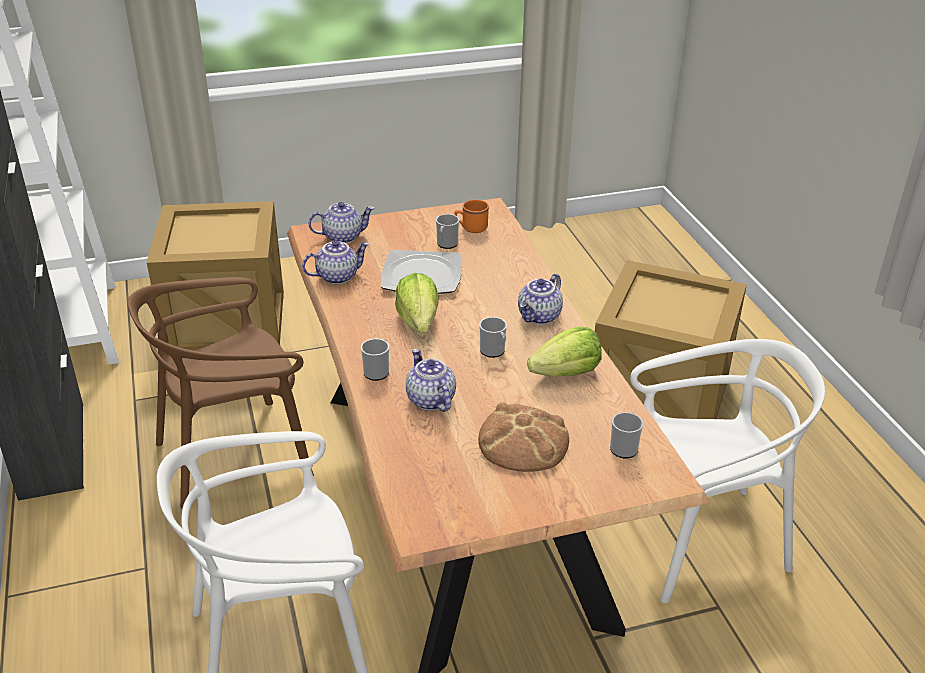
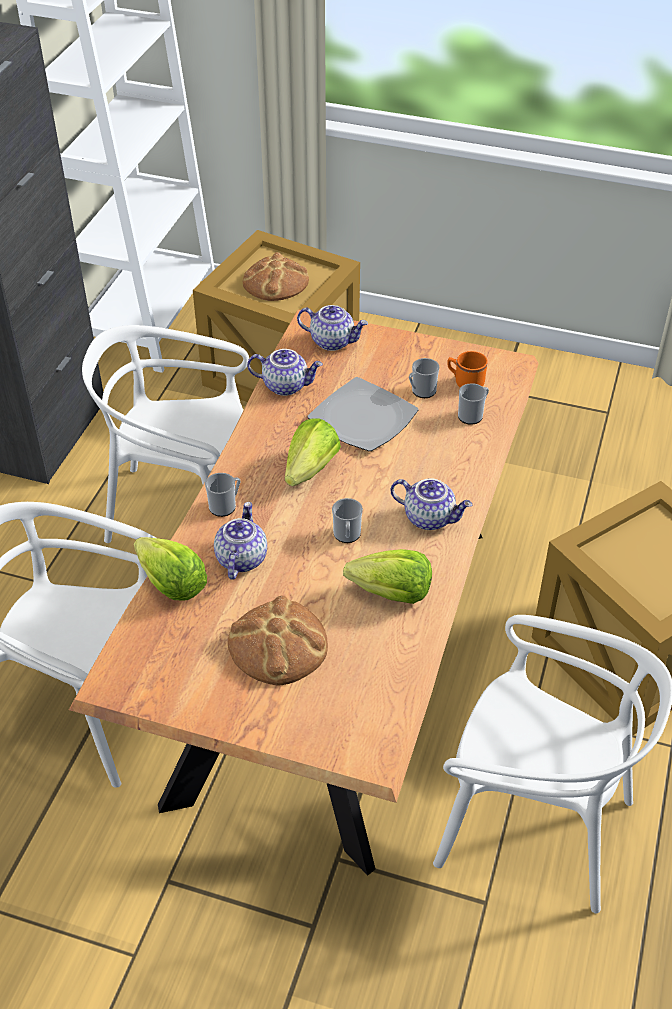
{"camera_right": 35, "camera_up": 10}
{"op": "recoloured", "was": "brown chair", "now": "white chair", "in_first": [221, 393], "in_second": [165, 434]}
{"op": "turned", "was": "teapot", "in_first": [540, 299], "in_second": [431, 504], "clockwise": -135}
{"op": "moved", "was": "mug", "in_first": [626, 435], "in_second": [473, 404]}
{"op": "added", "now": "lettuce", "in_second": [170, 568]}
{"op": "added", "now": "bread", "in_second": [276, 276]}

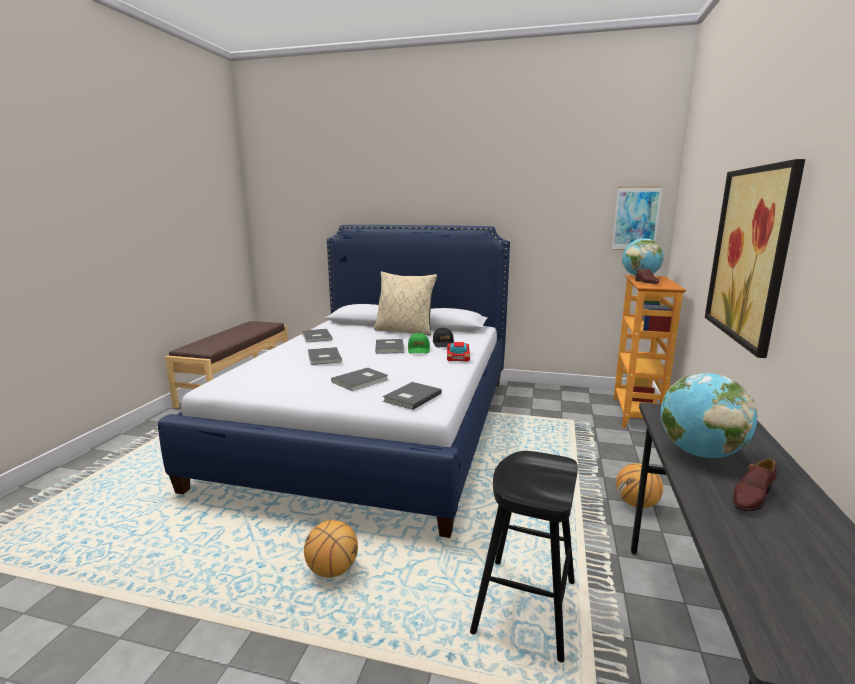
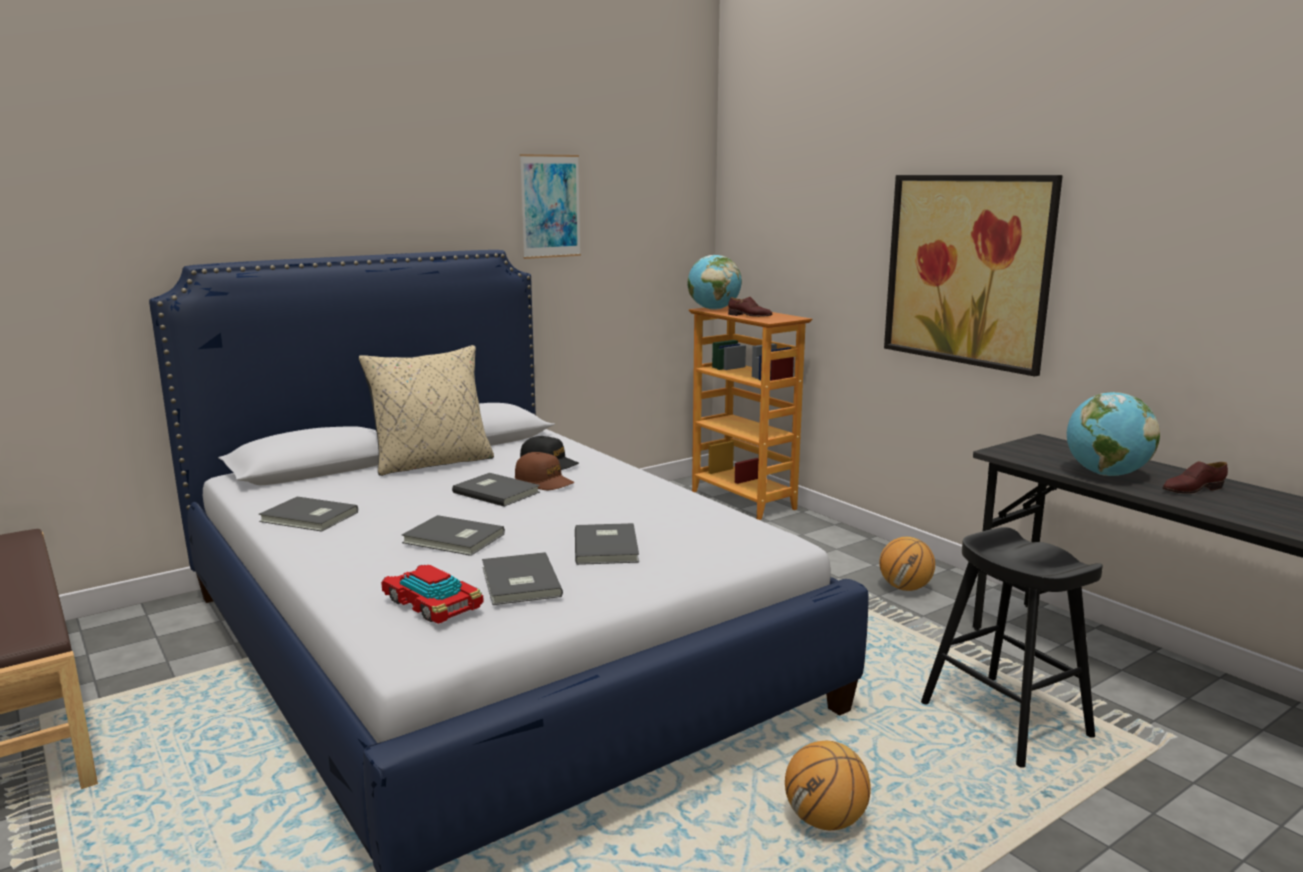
{"camera_right": -50, "camera_up": 0}
{"op": "moved", "was": "grey book", "in_first": [412, 396], "in_second": [522, 578]}
{"op": "recoloured", "was": "green cap", "now": "brown cap", "in_first": [419, 343], "in_second": [544, 471]}
{"op": "moved", "was": "toy car", "in_first": [458, 352], "in_second": [432, 594]}
{"op": "moved", "was": "picture", "in_first": [637, 218], "in_second": [550, 206]}
{"op": "turned", "was": "brown shoe", "in_first": [755, 485], "in_second": [1195, 477], "clockwise": 75}

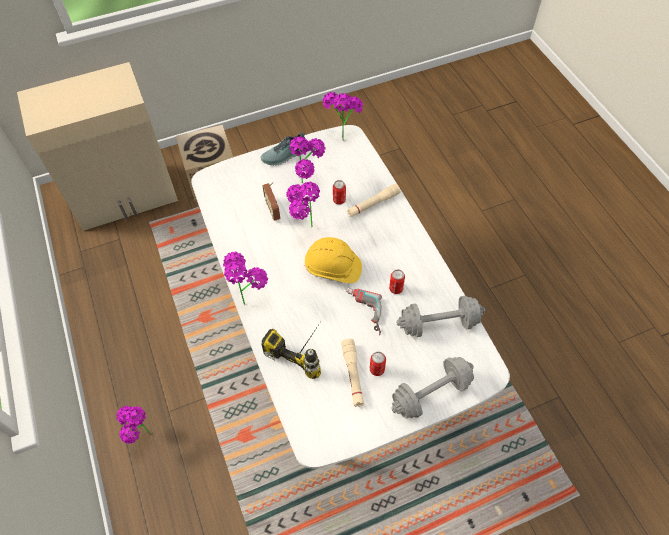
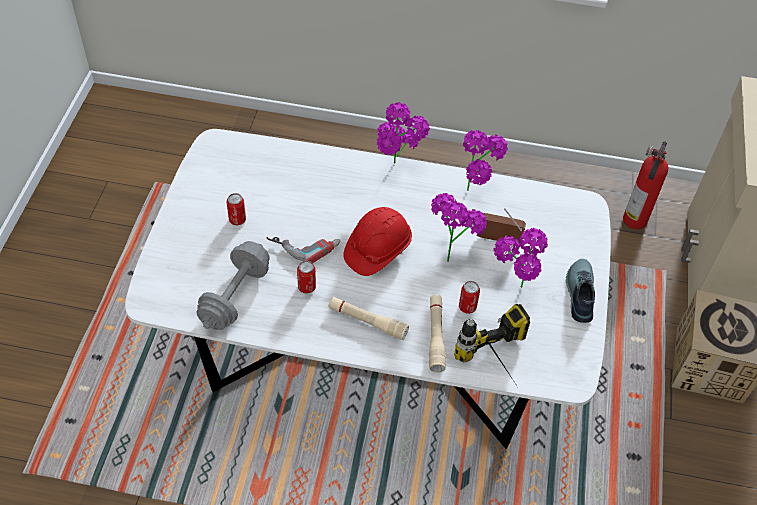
{"camera_right": 120, "camera_up": -5}
{"op": "moved", "was": "power drill", "in_first": [291, 351], "in_second": [492, 345]}
{"op": "recoloured", "was": "yellow hard hat", "now": "red hard hat", "in_first": [333, 260], "in_second": [377, 241]}
{"op": "moved", "was": "potted plant", "in_first": [342, 116], "in_second": [485, 160]}
{"op": "moved", "was": "beige flashlight", "in_first": [352, 373], "in_second": [368, 318]}
{"op": "removed", "was": "grey dumbbell", "in_first": [432, 388]}
{"op": "added", "now": "fire extinguisher", "in_second": [645, 185]}

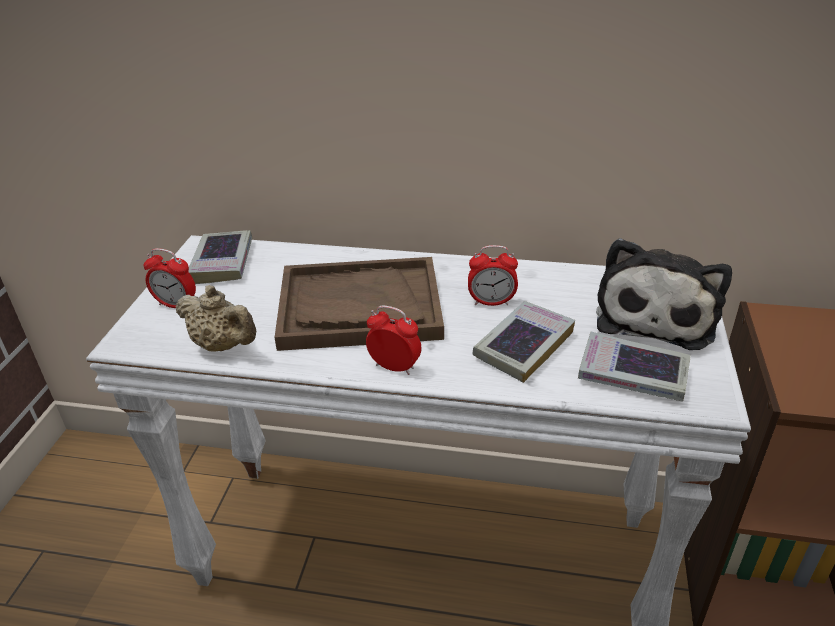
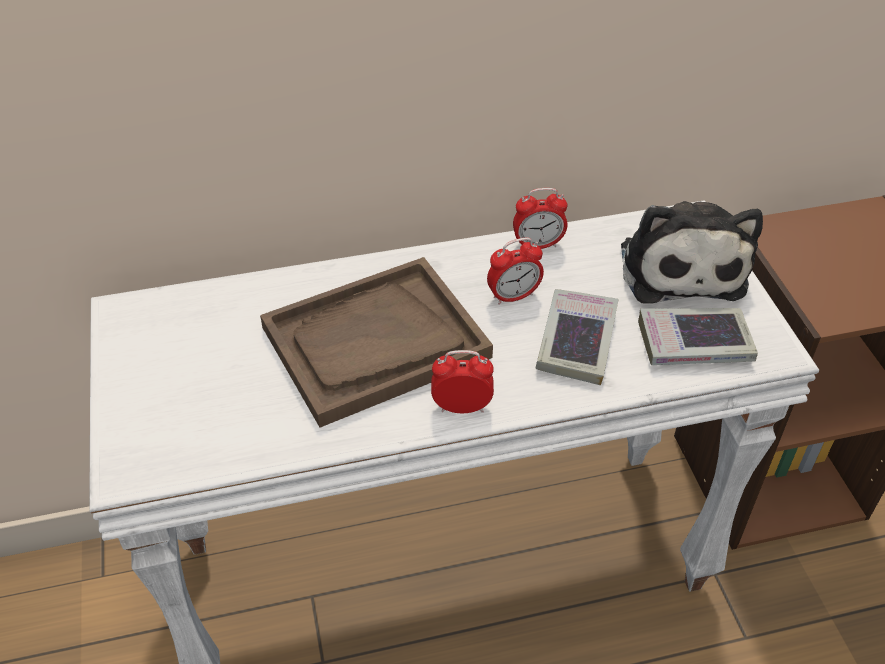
{"camera_right": -25, "camera_up": 10}
{"op": "moved", "was": "alarm clock", "in_first": [169, 278], "in_second": [540, 218]}
{"op": "removed", "was": "beige teapot", "in_first": [216, 318]}
{"op": "removed", "was": "book", "in_first": [220, 257]}

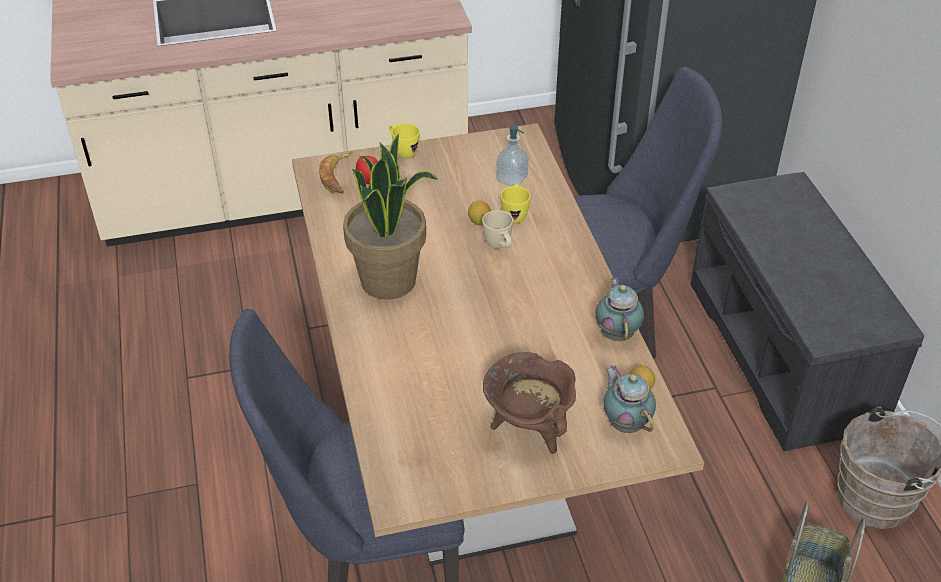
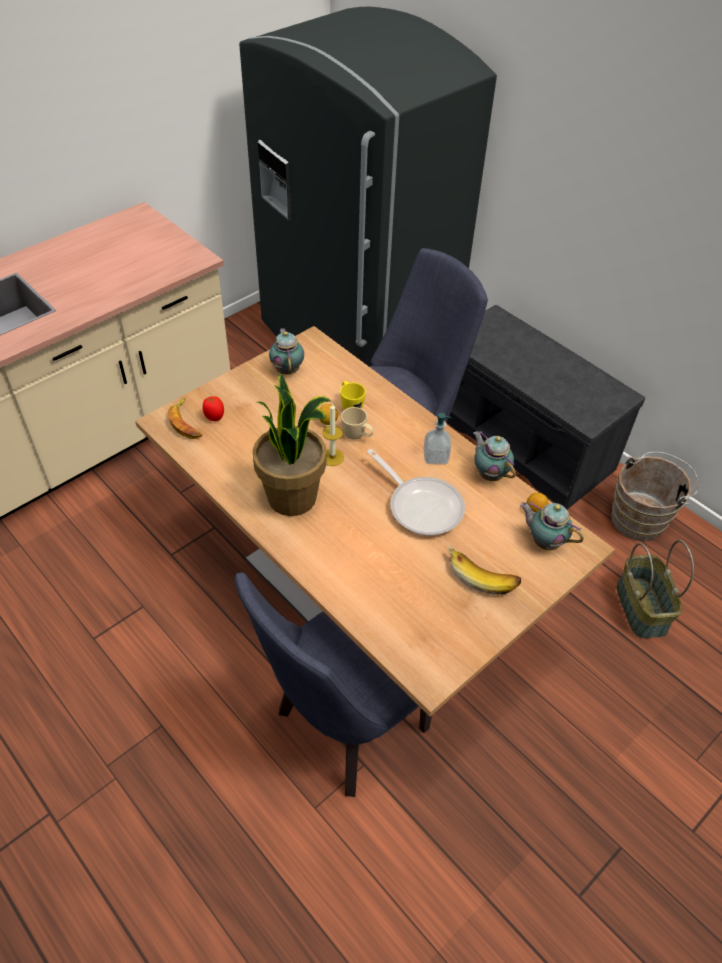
{"camera_right": -30, "camera_up": 5}
{"op": "removed", "was": "yellow mug", "in_first": [404, 141]}
{"op": "replaced", "was": "brown cooking pot", "now": "banana", "in_first": [529, 403], "in_second": [484, 570]}
{"op": "moved", "was": "soap dispenser", "in_first": [512, 155], "in_second": [438, 438]}
{"op": "added", "now": "teapot", "in_second": [286, 351]}
{"op": "added", "now": "candle", "in_second": [333, 434]}
{"op": "added", "now": "frying pan", "in_second": [416, 492]}

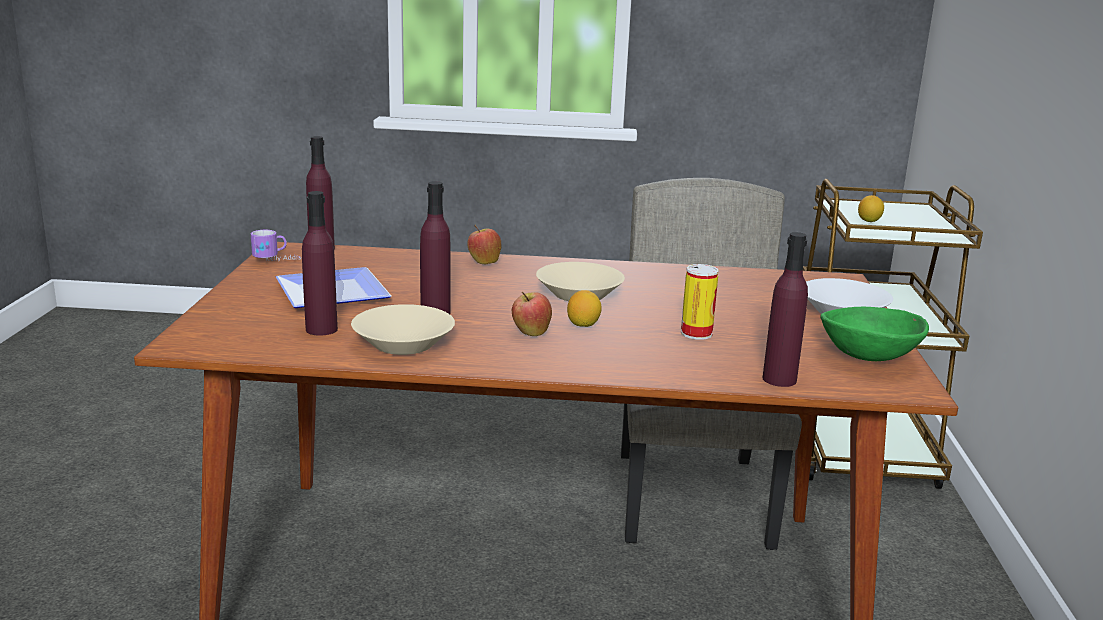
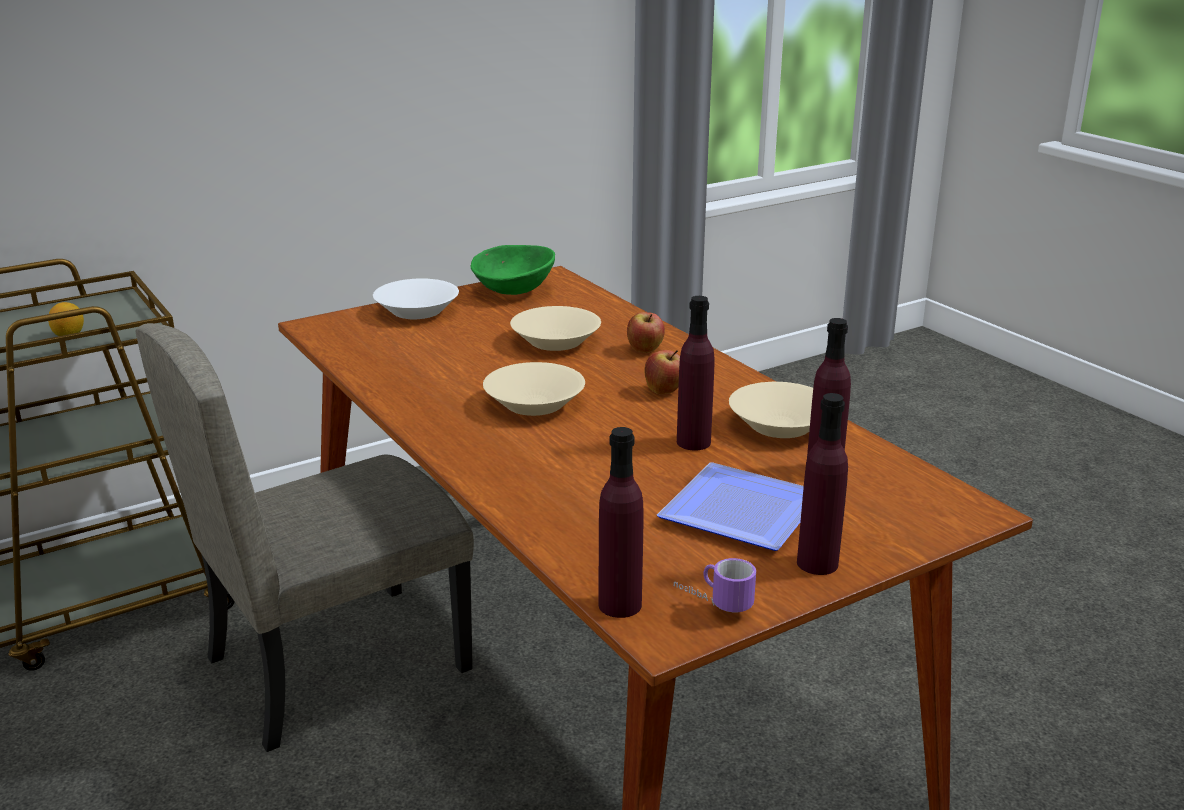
{"camera_right": -125, "camera_up": 5}
{"op": "moved", "was": "apple", "in_first": [484, 244], "in_second": [646, 332]}
{"op": "removed", "was": "lemon", "in_first": [584, 308]}
{"op": "replaced", "was": "can", "now": "beige bowl", "in_first": [700, 302], "in_second": [555, 328]}
{"op": "moved", "was": "purple bottle", "in_first": [785, 309], "in_second": [822, 484]}

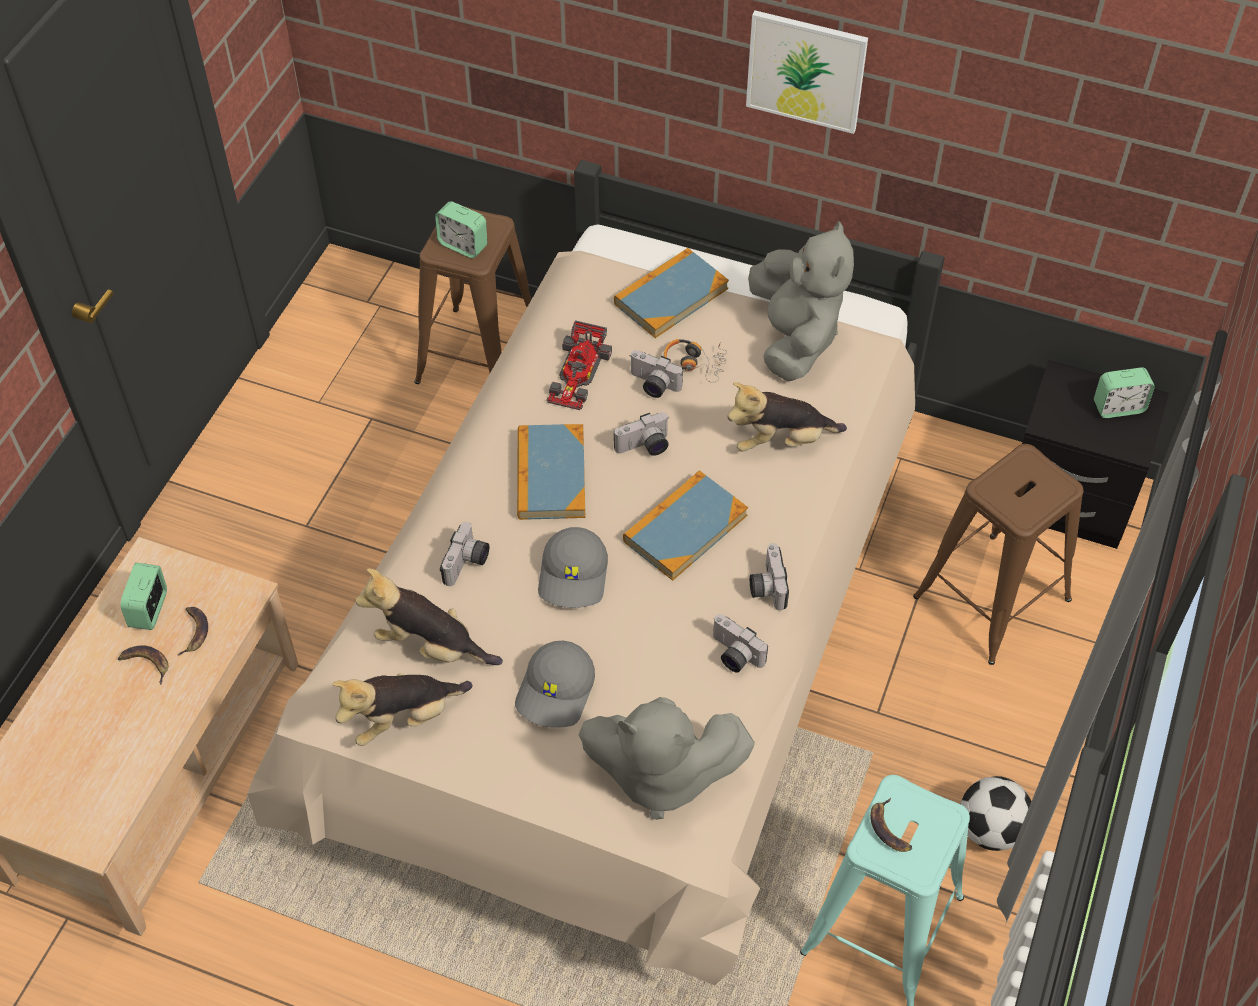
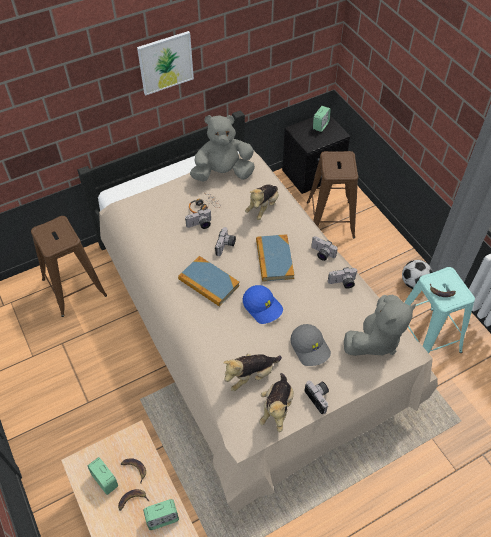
{"camera_right": -50, "camera_up": 0}
{"op": "moved", "was": "alarm clock", "in_first": [461, 229], "in_second": [161, 514]}
{"op": "moved", "was": "photo camera", "in_first": [464, 554], "in_second": [316, 397]}
{"op": "recoloured", "was": "grey cap", "now": "blue cap", "in_first": [573, 567], "in_second": [263, 304]}
{"op": "removed", "was": "toy car", "in_first": [579, 365]}
{"op": "removed", "was": "book", "in_first": [671, 293]}
{"op": "turned", "was": "grey plush toy", "in_first": [801, 300], "in_second": [222, 148], "clockwise": -45}

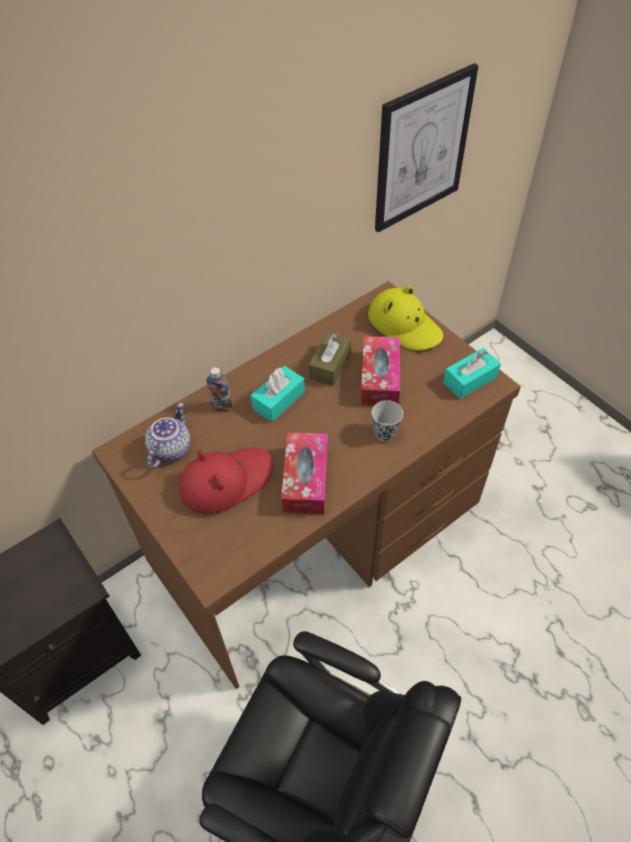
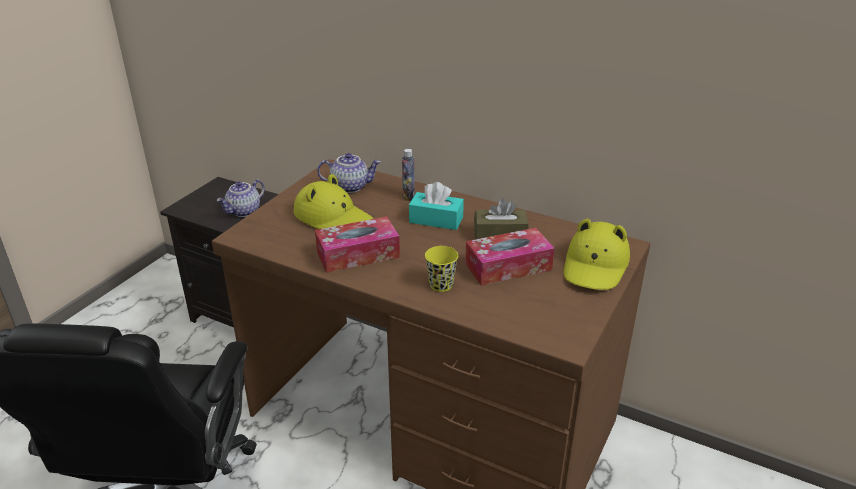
{"camera_right": 65, "camera_up": -20}
{"op": "recoloured", "was": "red hat", "now": "yellow hat", "in_first": [226, 480], "in_second": [333, 201]}
{"op": "recoloured", "was": "black cup", "now": "yellow cup", "in_first": [387, 421], "in_second": [441, 269]}
{"op": "removed", "was": "picture", "in_first": [426, 148]}
{"op": "removed", "was": "turquoise tissue box", "in_first": [472, 373]}
{"op": "added", "now": "teapot", "in_second": [241, 198]}

